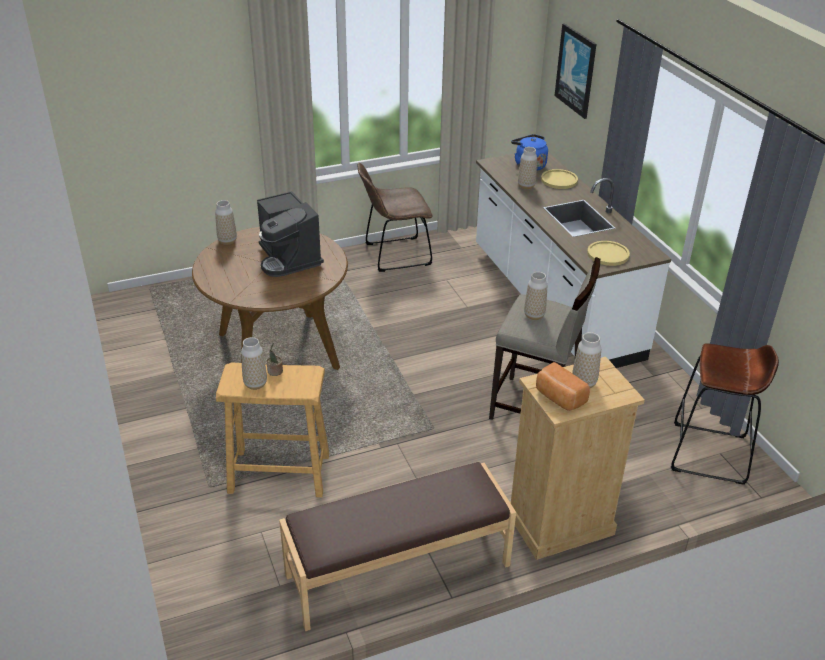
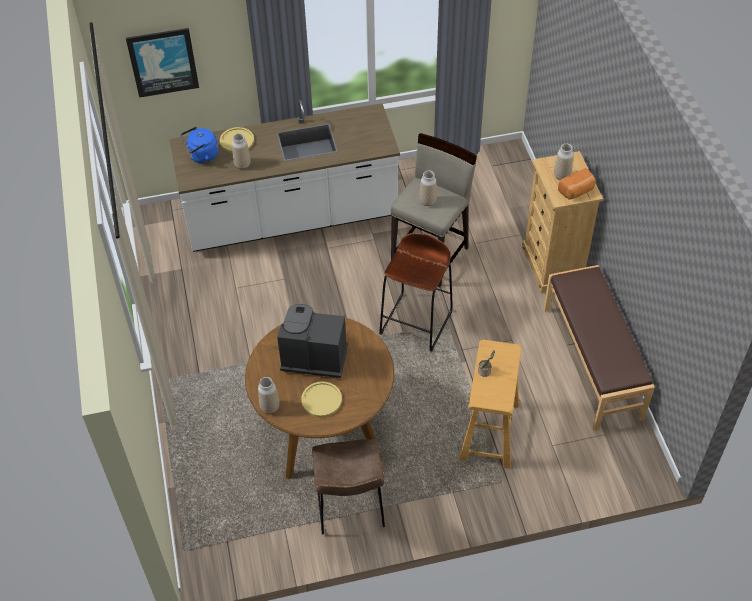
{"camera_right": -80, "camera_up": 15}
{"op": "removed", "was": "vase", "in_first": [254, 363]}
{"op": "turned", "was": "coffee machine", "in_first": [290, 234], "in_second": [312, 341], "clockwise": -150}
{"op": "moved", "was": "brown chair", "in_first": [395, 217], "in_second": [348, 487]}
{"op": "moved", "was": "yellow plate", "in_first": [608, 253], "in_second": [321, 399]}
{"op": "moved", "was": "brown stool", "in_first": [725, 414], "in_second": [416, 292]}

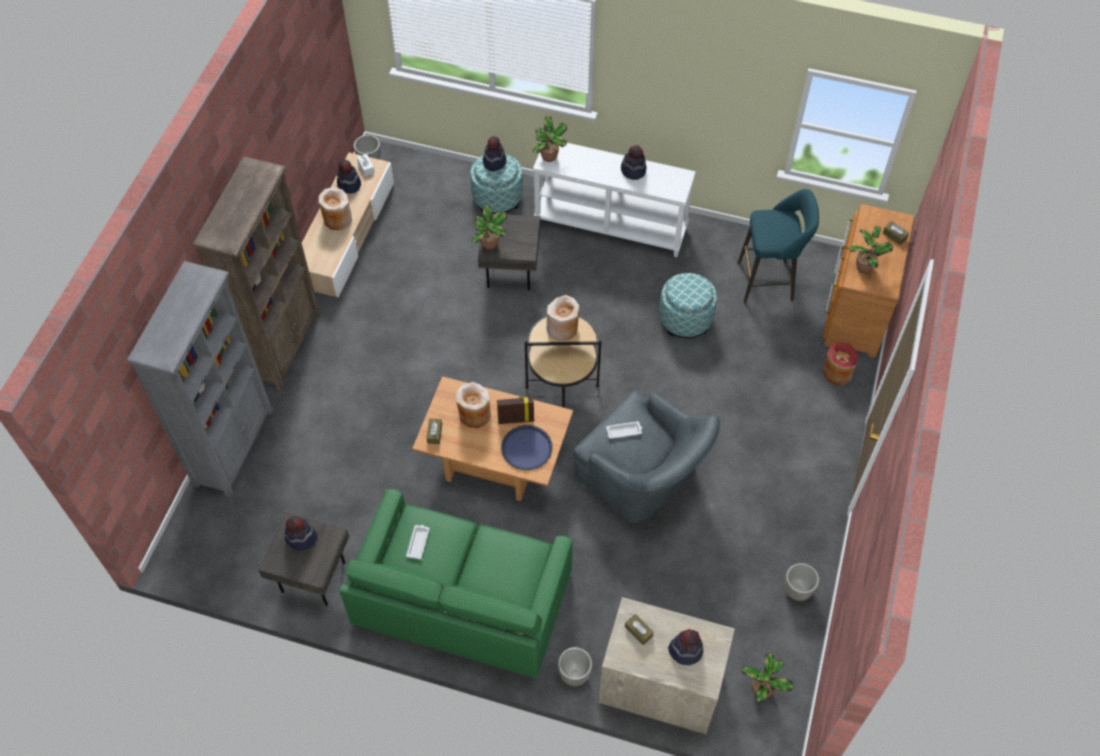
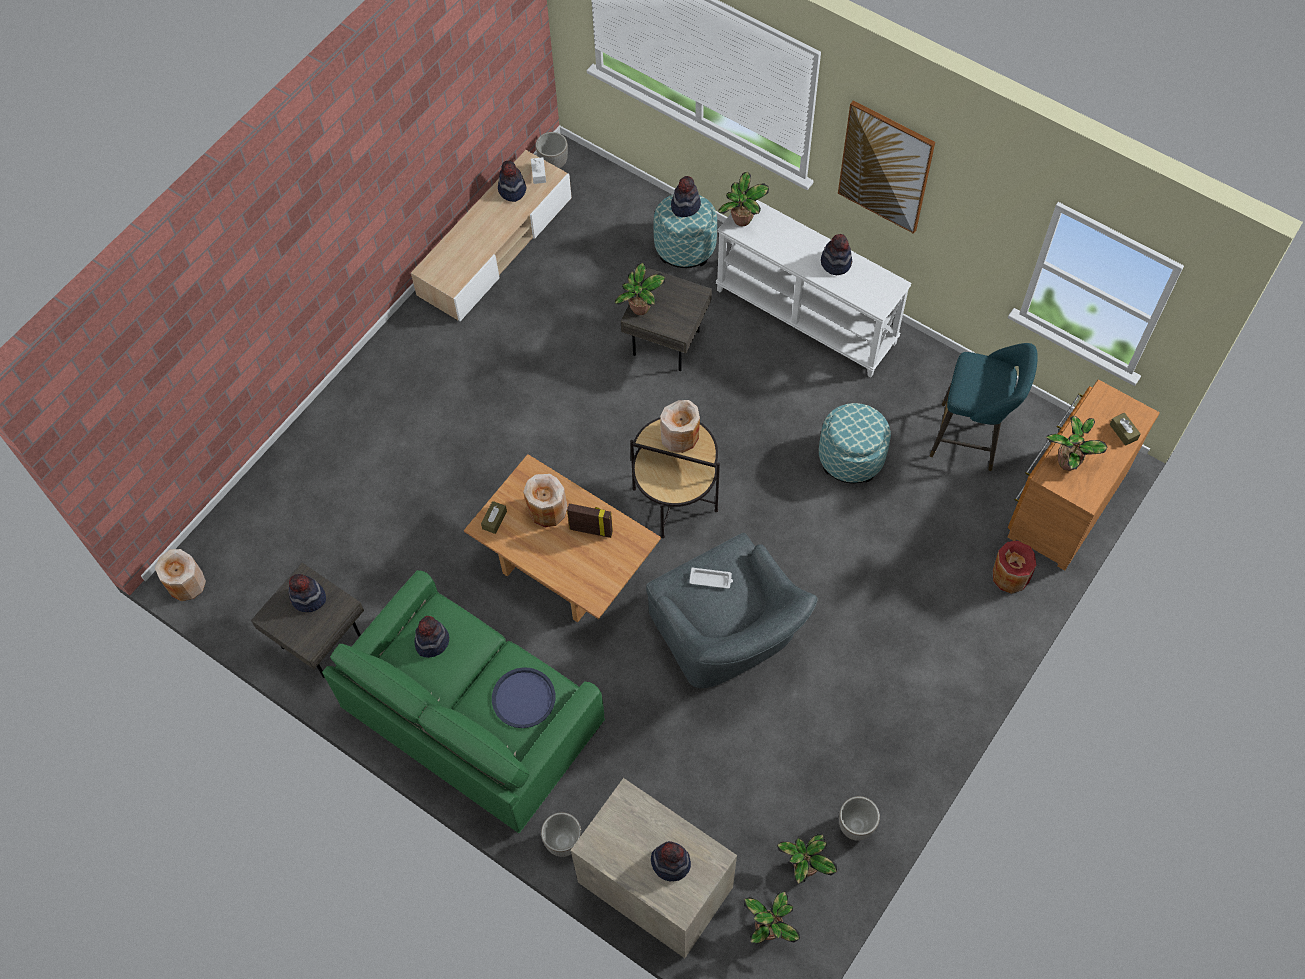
{"camera_right": 20, "camera_up": 5}
{"op": "removed", "was": "grey bookcase", "in_first": [200, 379]}
{"op": "removed", "was": "brown bookcase", "in_first": [256, 274]}
{"op": "moved", "was": "beige vase", "in_first": [335, 209], "in_second": [180, 575]}
{"op": "replaced", "was": "white tray", "now": "hat", "in_first": [417, 542], "in_second": [431, 637]}
{"op": "moved", "was": "blue tray", "in_first": [527, 447], "in_second": [523, 697]}
{"op": "removed", "was": "brown tissue box", "in_first": [639, 629]}
{"op": "added", "now": "potted plant", "in_second": [807, 859]}
{"op": "added", "now": "picture", "in_second": [886, 167]}

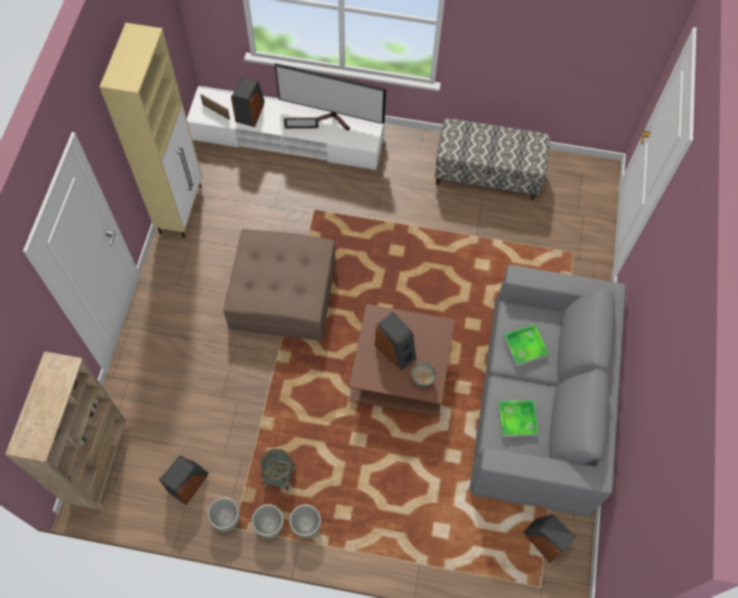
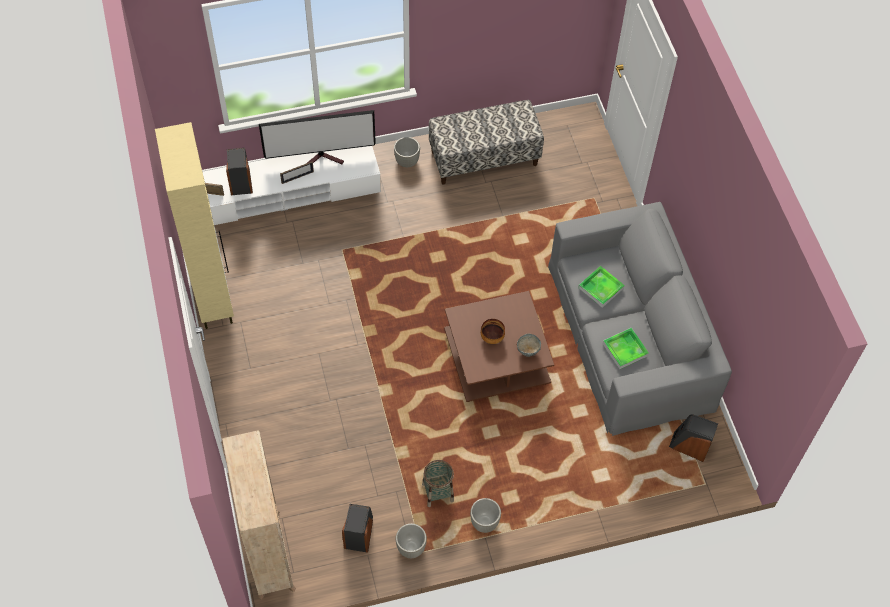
{"camera_right": -25, "camera_up": -5}
{"op": "removed", "was": "brown ottoman", "in_first": [279, 285]}
{"op": "moved", "was": "grey planter", "in_first": [268, 521], "in_second": [407, 152]}
{"op": "replaced", "was": "speaker", "now": "bowl", "in_first": [395, 341], "in_second": [493, 331]}

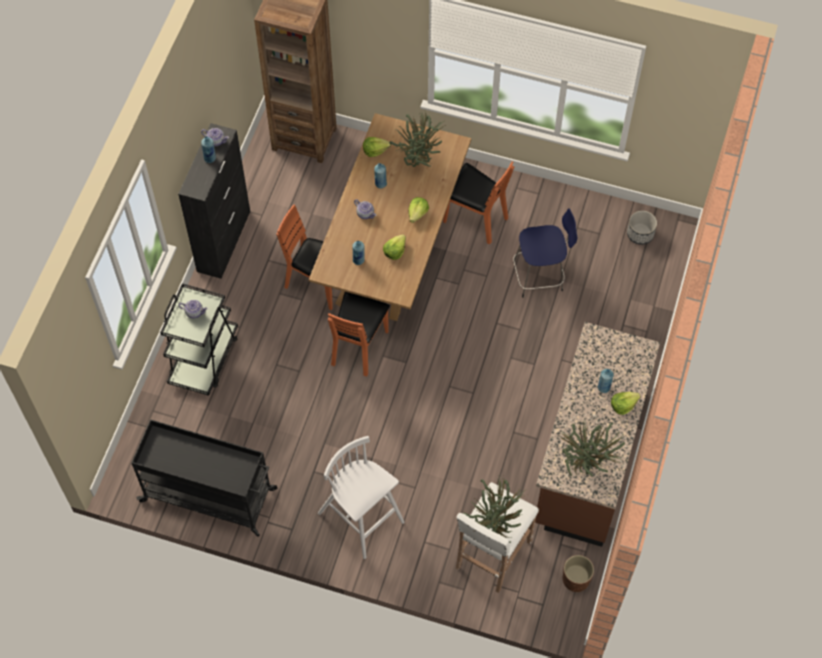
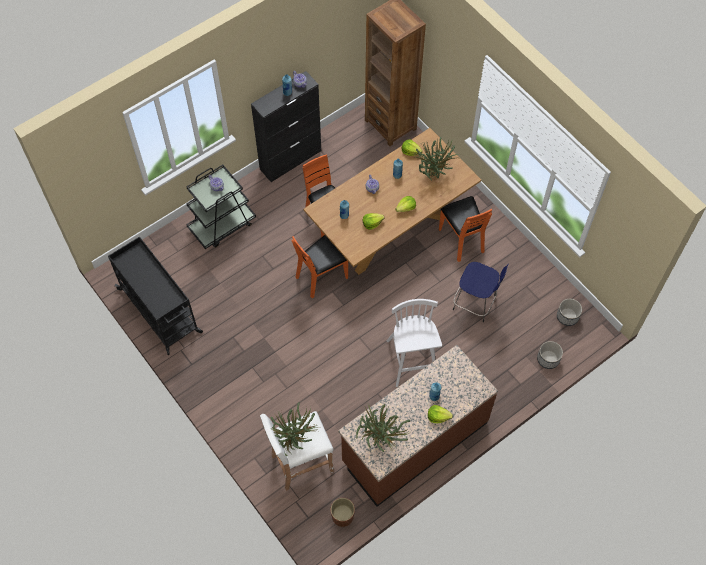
{"camera_right": 35, "camera_up": 0}
{"op": "moved", "was": "white stool", "in_first": [361, 497], "in_second": [414, 343]}
{"op": "added", "now": "planter", "in_second": [550, 355]}

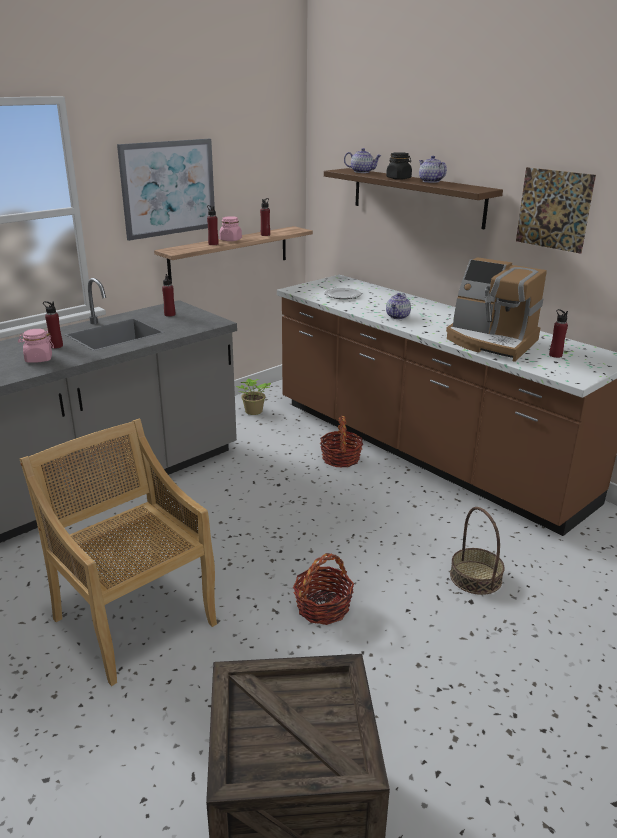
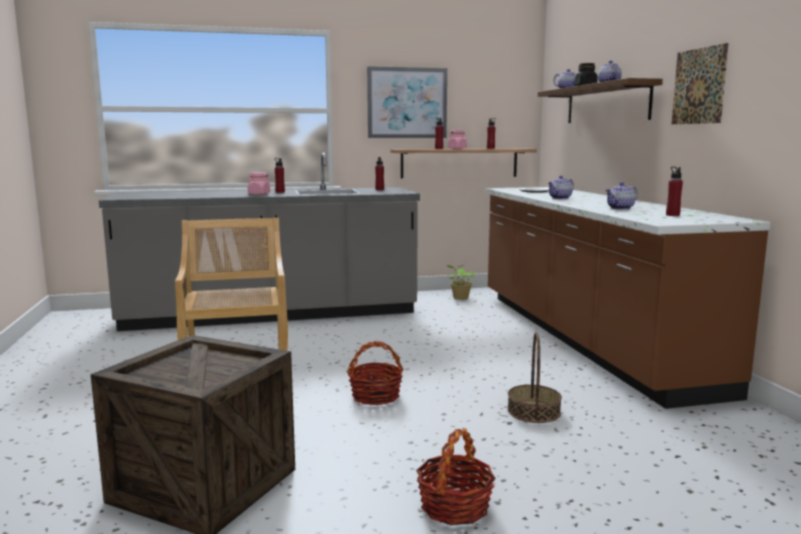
{"camera_right": 30, "camera_up": -15}
{"op": "moved", "was": "basket", "in_first": [341, 442], "in_second": [456, 476]}
{"op": "replaced", "was": "coffee machine", "now": "teapot", "in_first": [496, 309], "in_second": [621, 196]}

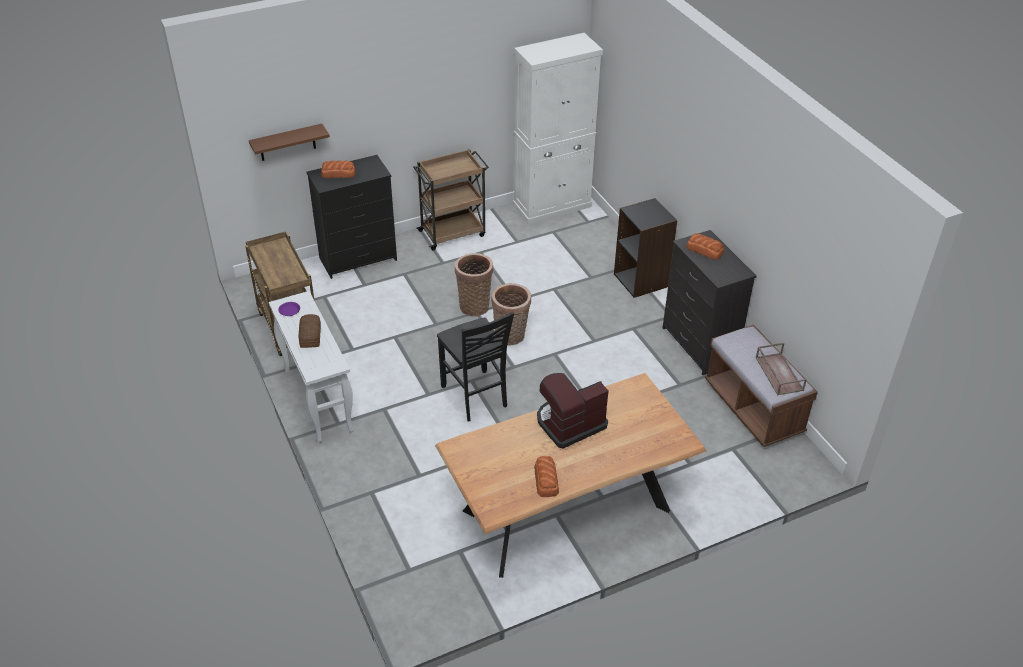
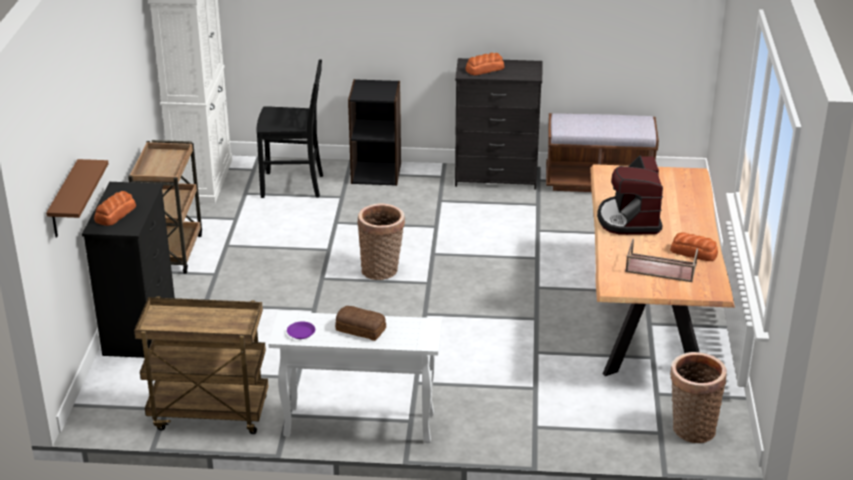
{"camera_right": -60, "camera_up": -10}
{"op": "moved", "was": "black chair", "in_first": [475, 366], "in_second": [290, 128]}
{"op": "moved", "was": "basket", "in_first": [474, 285], "in_second": [698, 397]}
{"op": "moved", "was": "brown tray", "in_first": [781, 369], "in_second": [661, 260]}

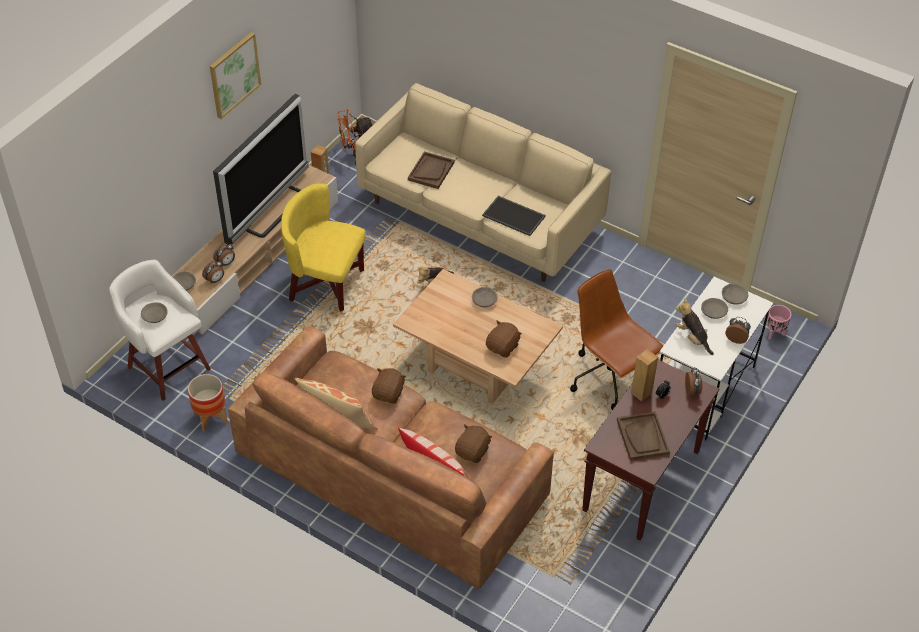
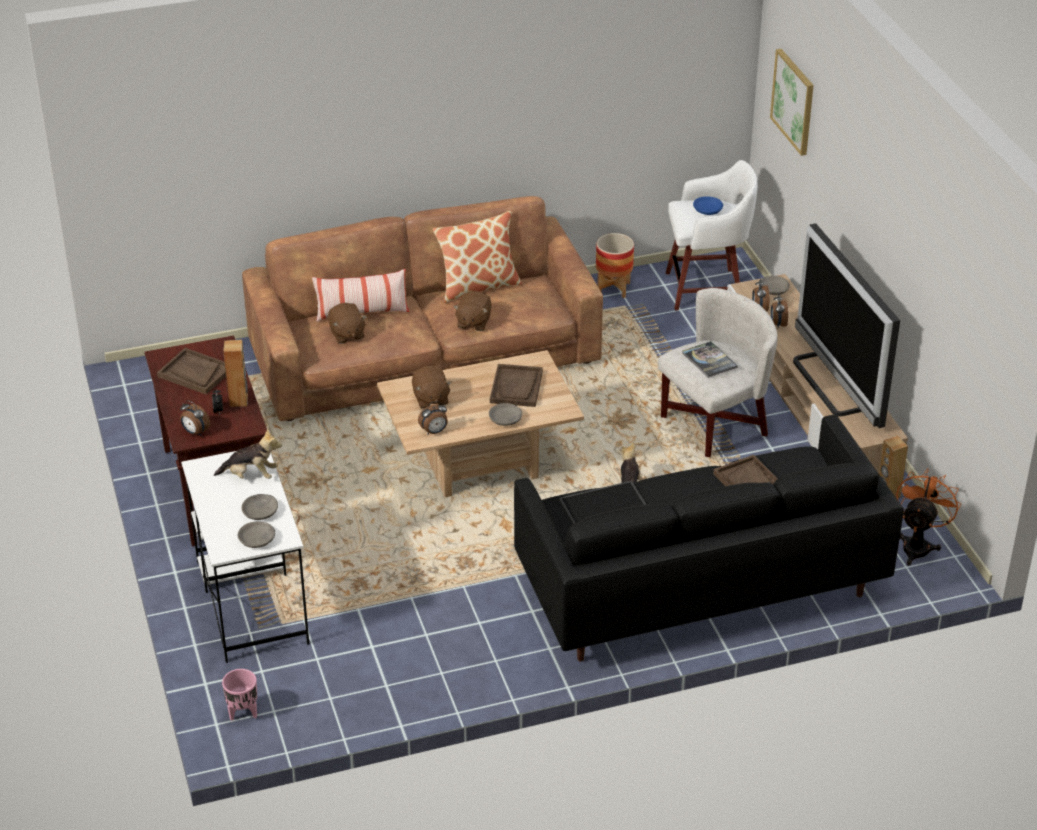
{"camera_right": 130, "camera_up": -10}
{"op": "recoloured", "was": "grey bowl", "now": "blue bowl", "in_first": [154, 312], "in_second": [708, 205]}
{"op": "moved", "was": "picture", "in_first": [235, 75], "in_second": [792, 102]}
{"op": "recoloured", "was": "yellow armchair", "now": "white armchair", "in_first": [323, 247], "in_second": [718, 372]}
{"op": "recoloured", "was": "beige sofa", "now": "black sofa", "in_first": [483, 182], "in_second": [709, 538]}
{"op": "turned", "was": "brown plush toy", "in_first": [389, 386], "in_second": [472, 311], "clockwise": 45}
{"op": "removed", "was": "brown office chair", "in_first": [616, 339]}
{"op": "moved", "was": "alarm clock", "in_first": [738, 330], "in_second": [433, 417]}
{"op": "added", "now": "brown tray", "in_second": [516, 385]}
{"op": "added", "now": "book", "in_second": [710, 359]}

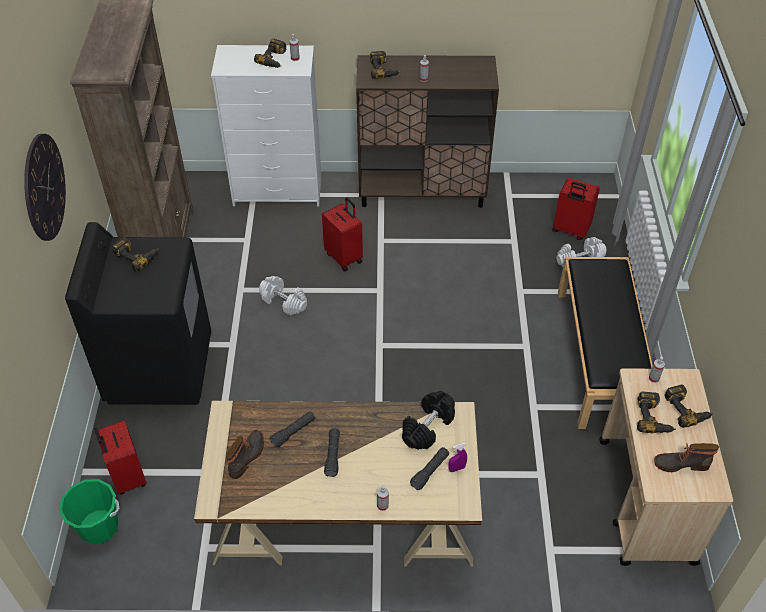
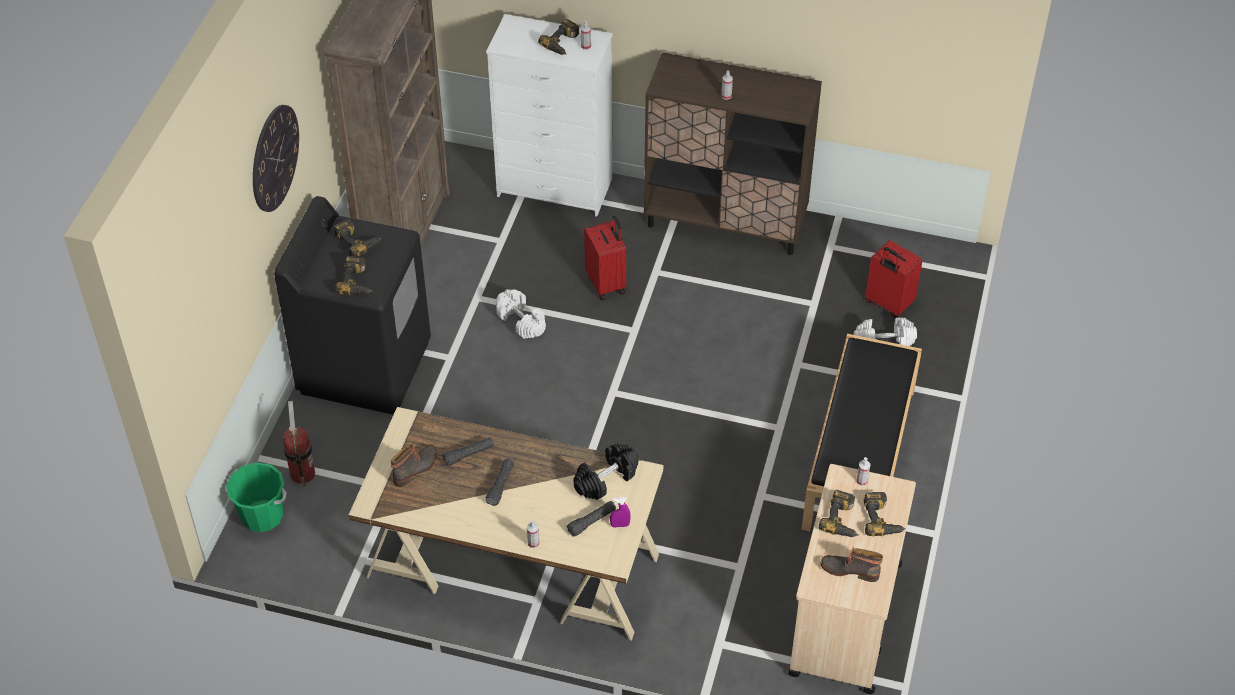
{"camera_right": 15, "camera_up": 0}
{"op": "replaced", "was": "red suitcase", "now": "fire extinguisher", "in_first": [120, 458], "in_second": [299, 444]}
{"op": "moved", "was": "power drill", "in_first": [385, 65], "in_second": [354, 275]}

